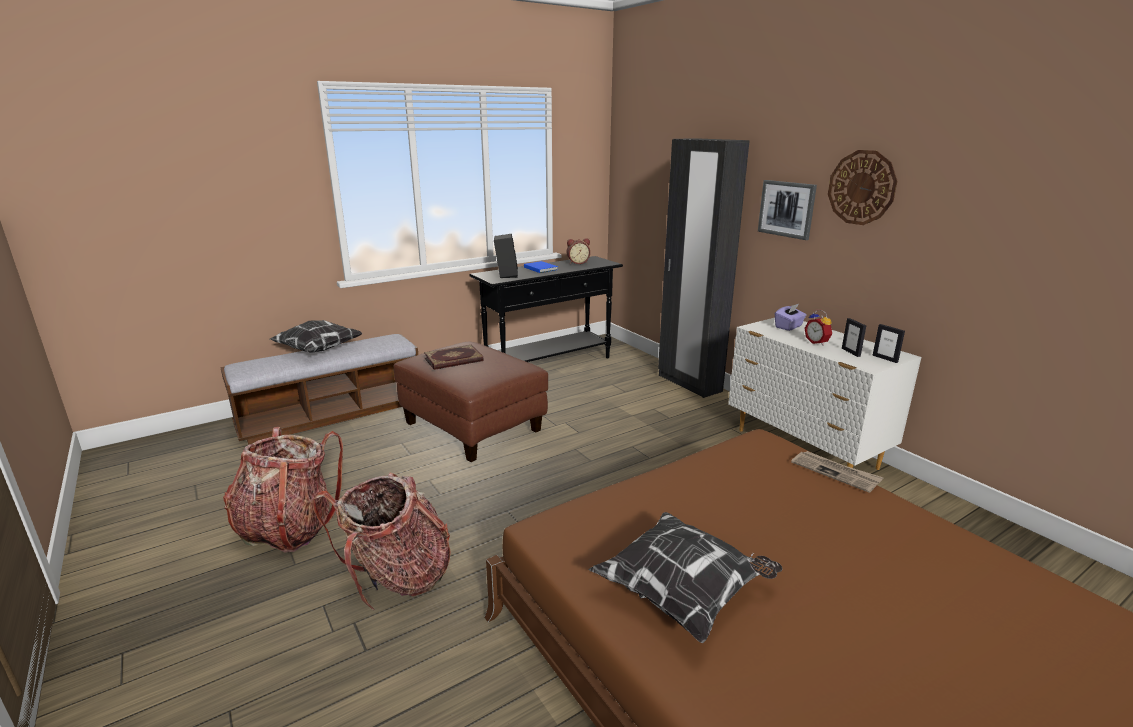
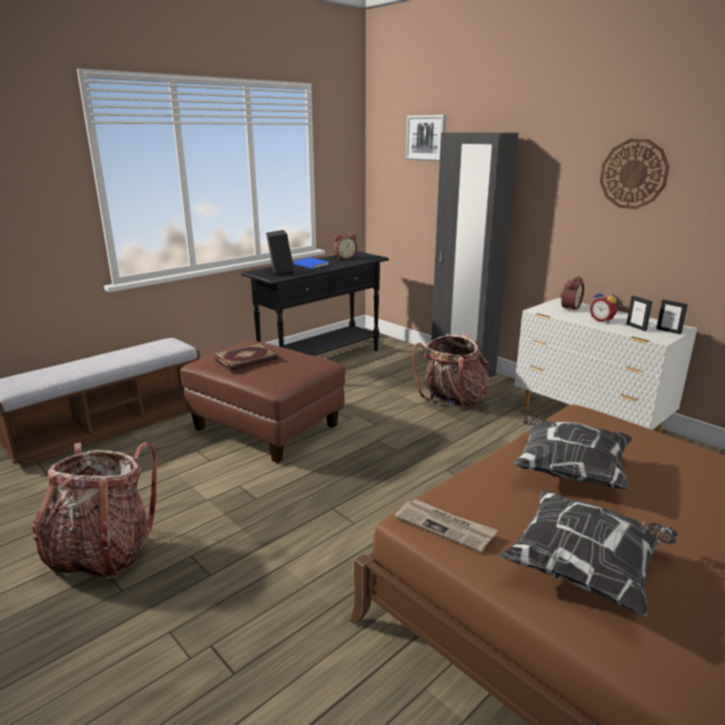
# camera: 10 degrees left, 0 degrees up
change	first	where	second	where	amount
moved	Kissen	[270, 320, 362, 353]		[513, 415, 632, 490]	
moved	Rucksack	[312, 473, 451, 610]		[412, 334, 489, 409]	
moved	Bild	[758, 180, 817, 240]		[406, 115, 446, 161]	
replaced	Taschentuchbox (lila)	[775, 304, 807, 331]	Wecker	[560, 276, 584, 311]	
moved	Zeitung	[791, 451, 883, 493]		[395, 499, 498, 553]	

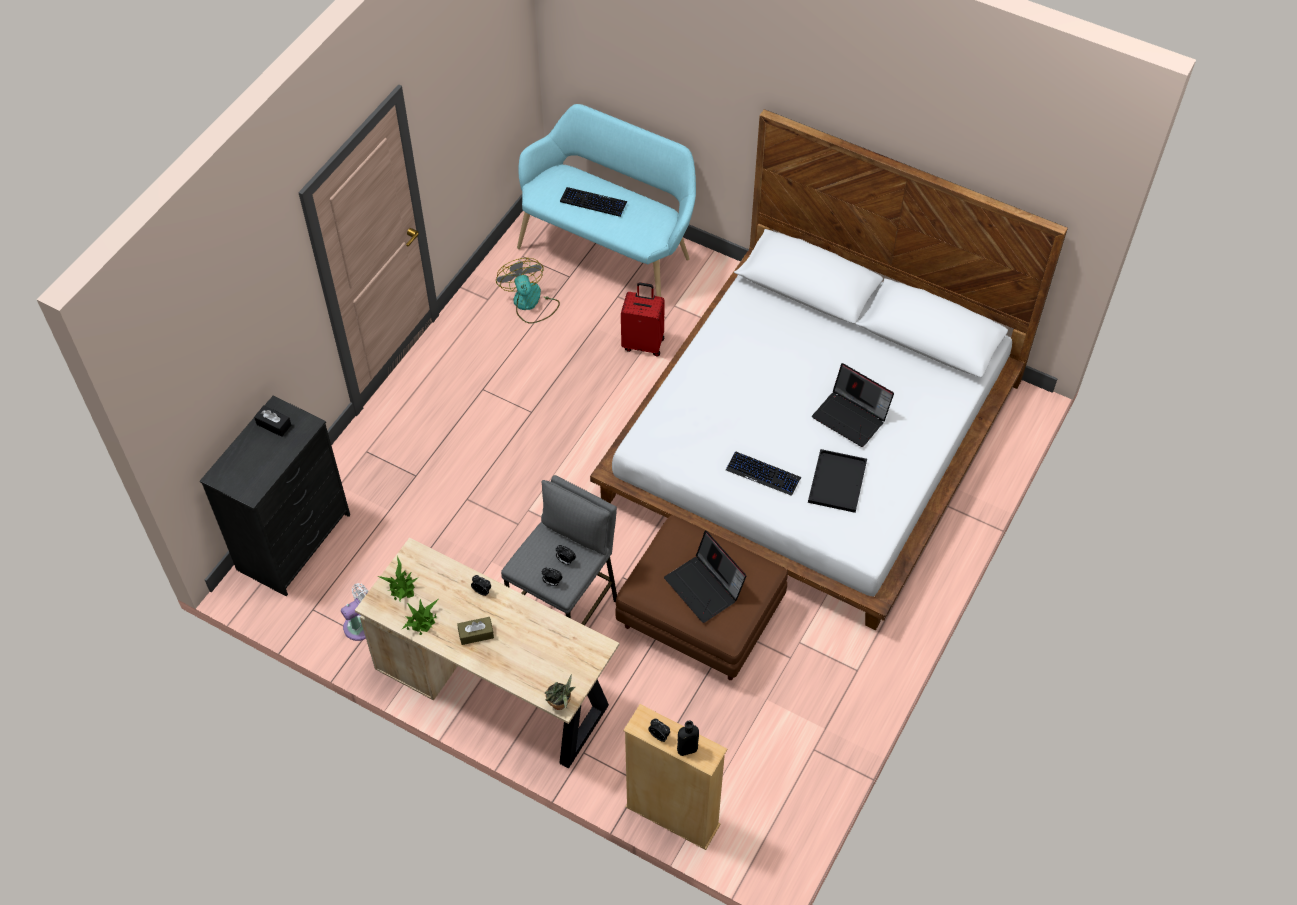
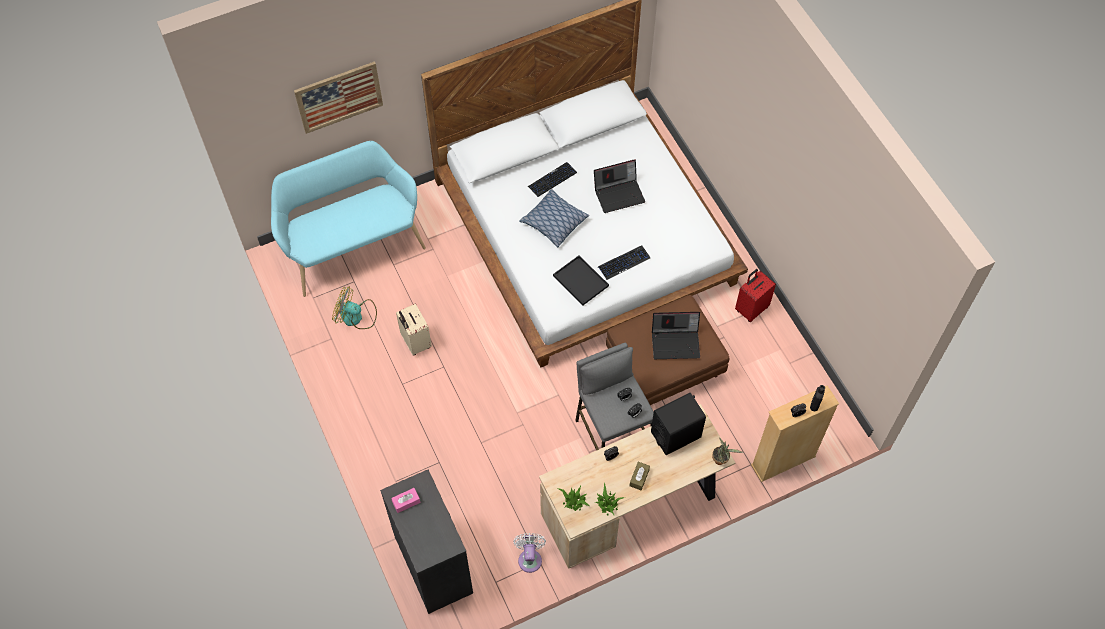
# camera: 55 degrees left, 5 degrees up
change	first	where	second	where	amount
recoloured	Taschentuchbox (schwarz)	[254, 406, 291, 437]	Taschentuchbox (rosa)	[391, 488, 420, 513]	
moved	Tastatur	[560, 187, 628, 217]		[528, 162, 577, 197]	
moved	Koffer (rot)	[621, 282, 665, 357]		[735, 269, 776, 322]	
moved	Tablett (schwarz)	[808, 449, 867, 513]		[553, 255, 609, 305]	
added			Bild	[294, 61, 383, 134]	
added			Koffer (beige)	[396, 304, 432, 356]	
added			Kissen	[519, 189, 589, 247]	
added			Lautsprecher (schwarz)	[651, 393, 706, 455]	

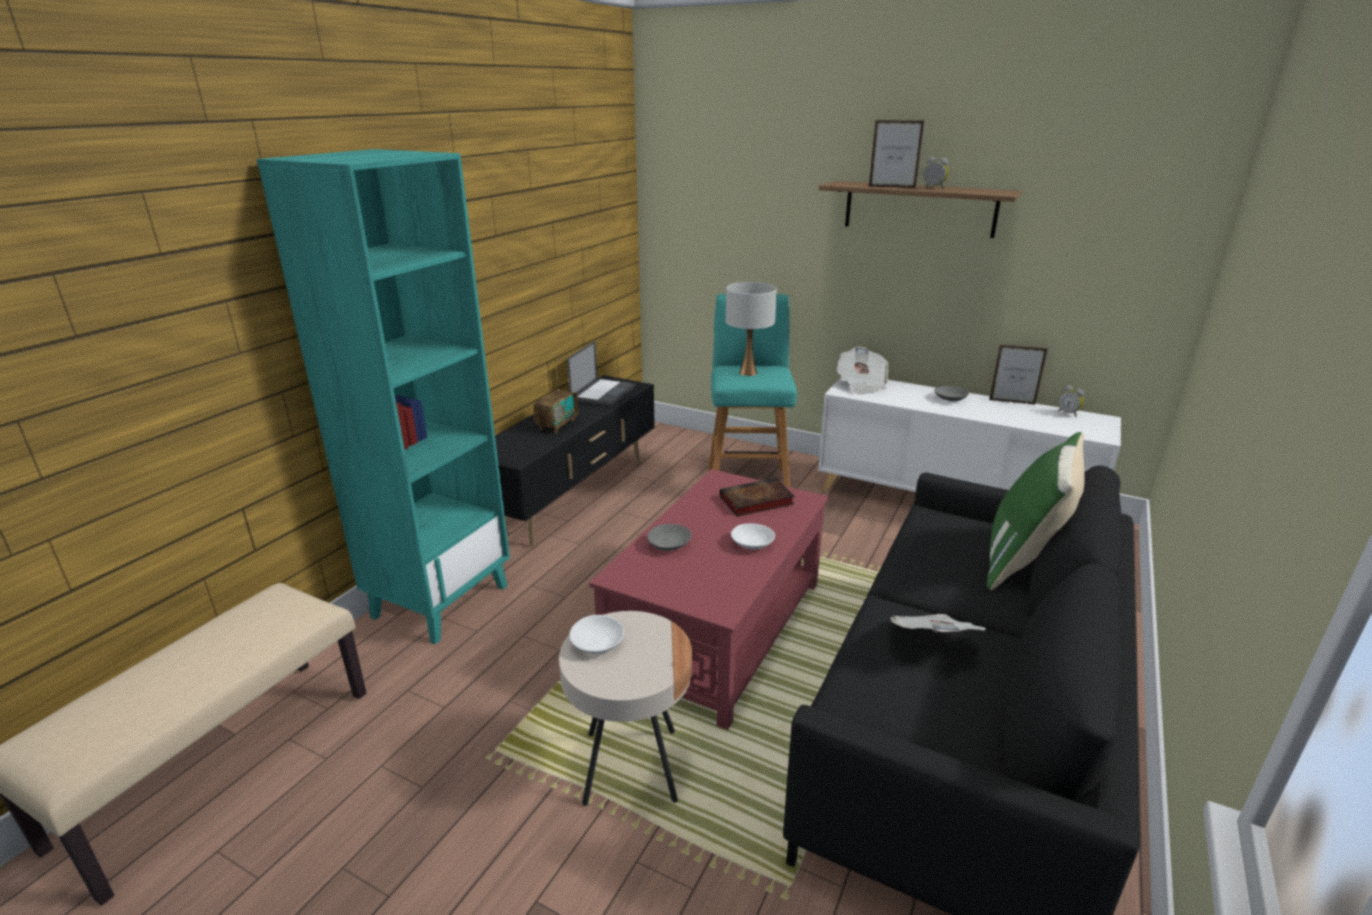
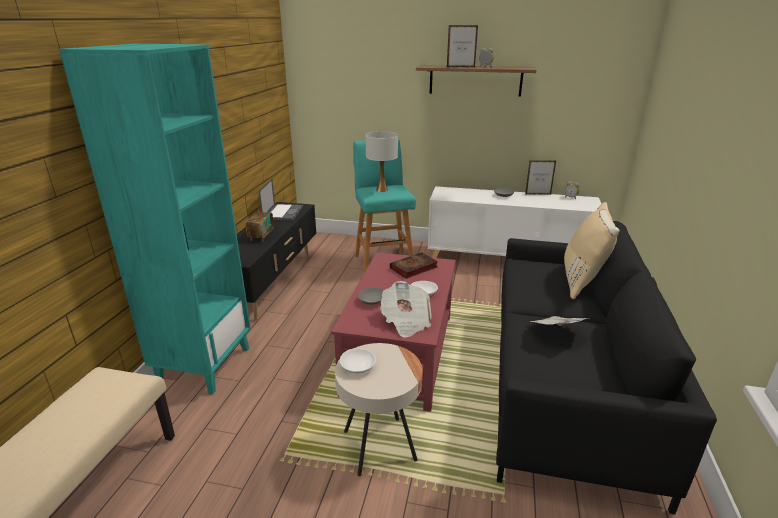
# camera: 15 degrees left, 0 degrees up
change	first	where	second	where	amount
moved	Zeitung	[836, 347, 889, 395]		[380, 281, 431, 338]	
recoloured	Kissen (grün)	[987, 432, 1084, 590]	Kissen (beige)	[564, 202, 620, 299]	

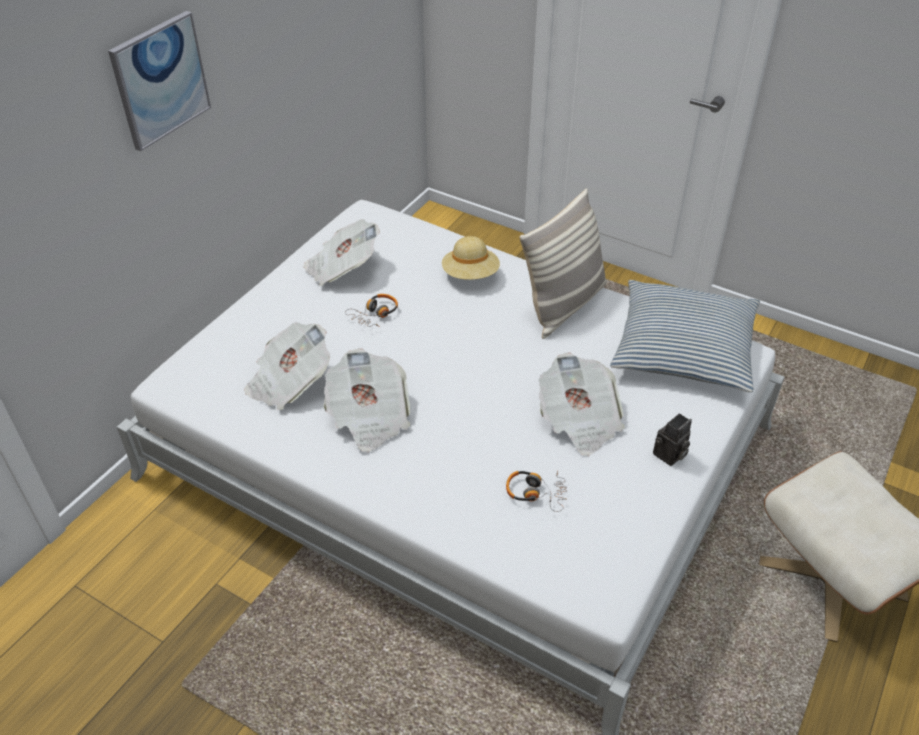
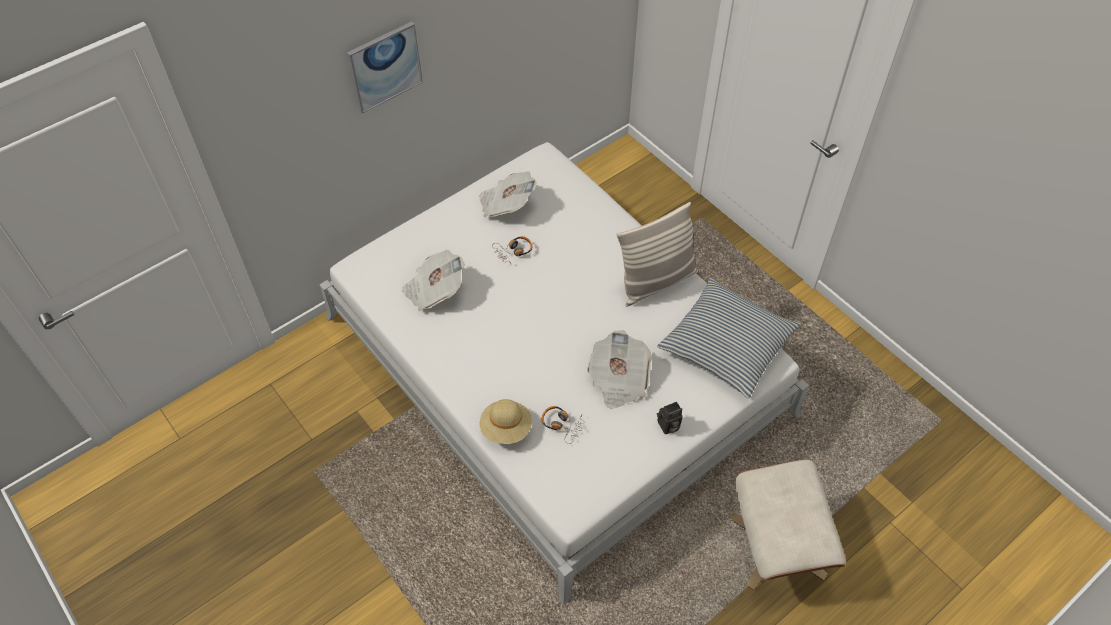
# camera: 20 degrees right, 10 degrees up
change	first	where	second	where	amount
removed	Zeitung	[323, 349, 410, 452]			
moved	Hut (beige)	[442, 236, 500, 280]		[480, 399, 532, 444]	

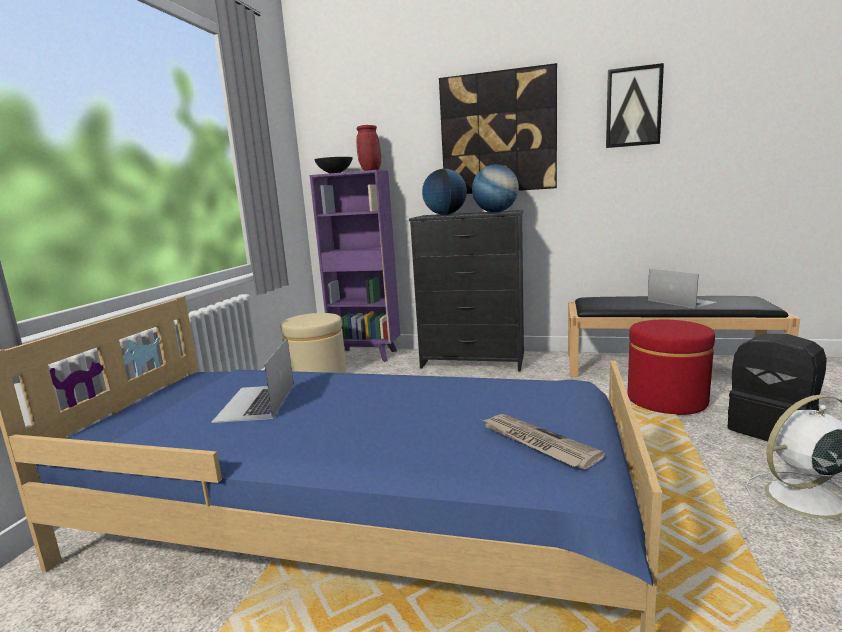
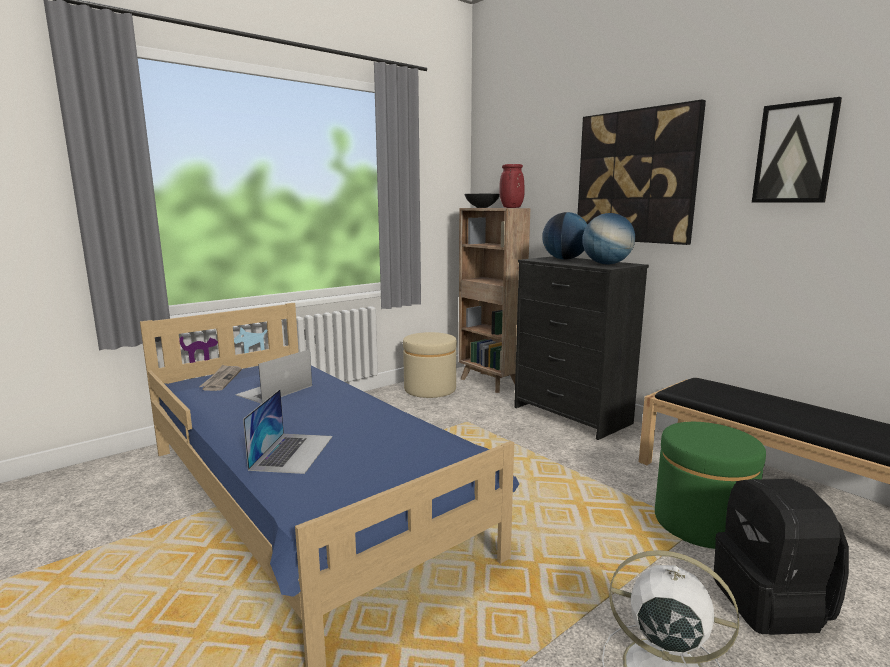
# camera: 35 degrees right, 0 degrees up
change	first	where	second	where	amount
recoloured	Bücherregal (lila)	[310, 170, 400, 362]	Bücherregal (braun)	[459, 208, 530, 393]	
moved	Zeitung	[483, 414, 605, 469]		[199, 365, 242, 391]	
recoloured	Polsterhocker (rot)	[628, 320, 715, 415]	Polsterhocker (grün)	[655, 422, 766, 549]	
moved	Laptop	[648, 269, 718, 309]		[243, 389, 333, 474]	

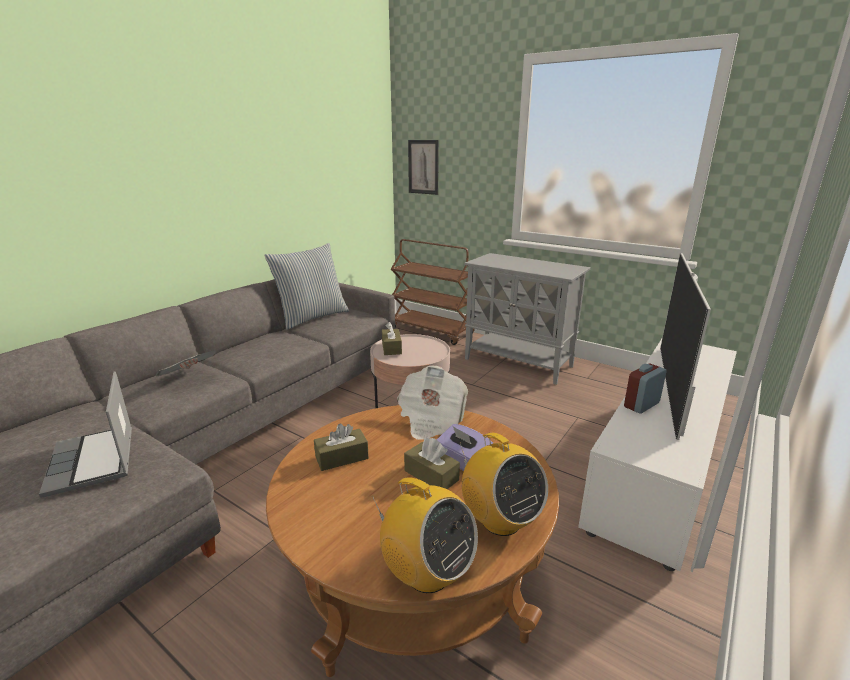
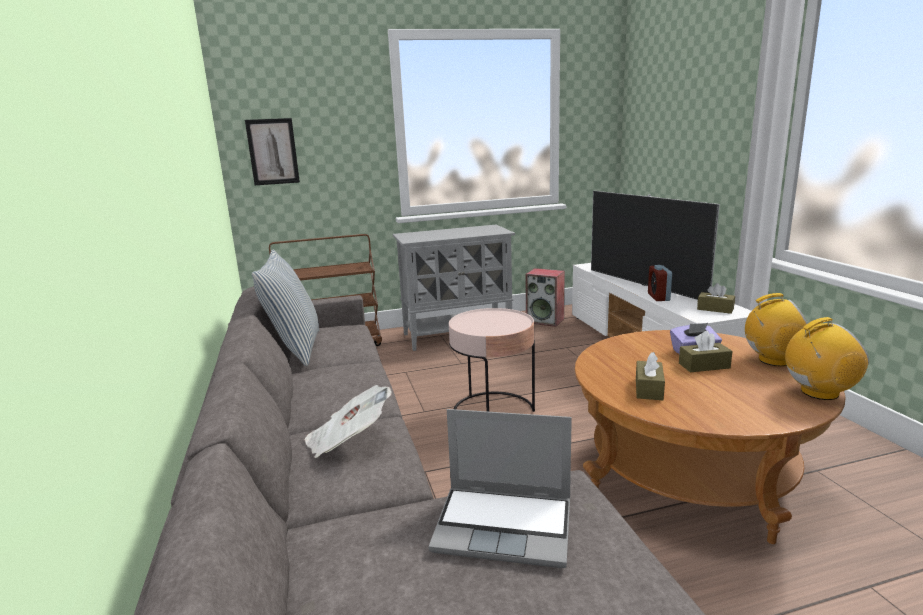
# camera: 50 degrees left, 5 degrees down
change	first	where	second	where	amount
moved	Taschentuchbox (braun)	[382, 322, 402, 355]		[697, 283, 735, 314]	
removed	Zeitung	[397, 365, 468, 440]			
added			Lautsprecher	[525, 268, 565, 327]	

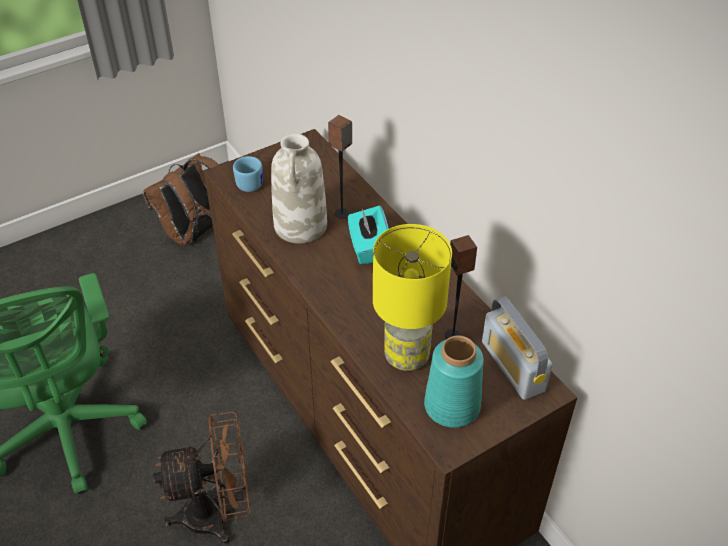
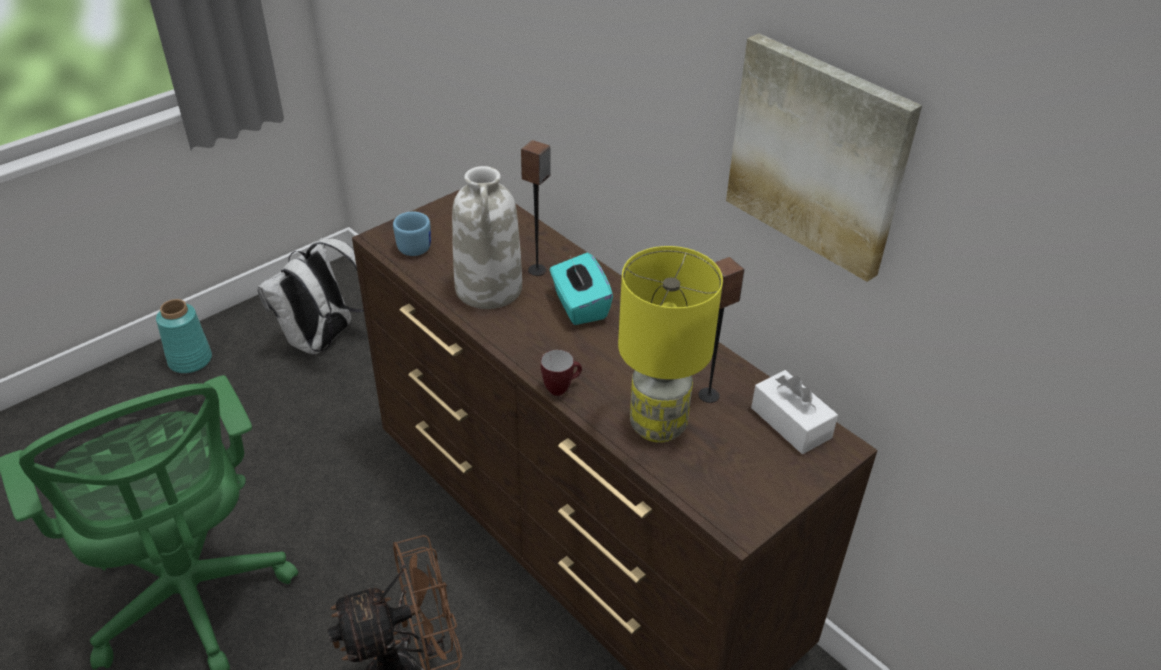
# camera: 10 degrees left, 5 degrees down
change	first	where	second	where	amount
recoloured	Rucksack (braun)	[142, 153, 219, 246]	Rucksack (weiß)	[257, 238, 364, 354]	
moved	Vase (türkis)	[424, 336, 484, 428]		[156, 299, 212, 373]	
replaced	Radio	[482, 296, 553, 400]	Taschentuchbox (weiß)	[751, 370, 838, 454]	
added			Henkelbecher	[541, 350, 582, 396]	
added			Bild	[726, 33, 922, 282]	

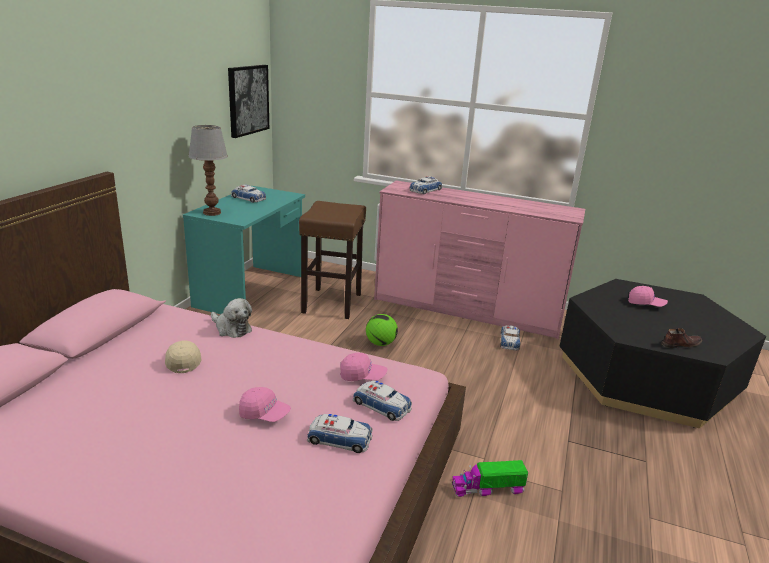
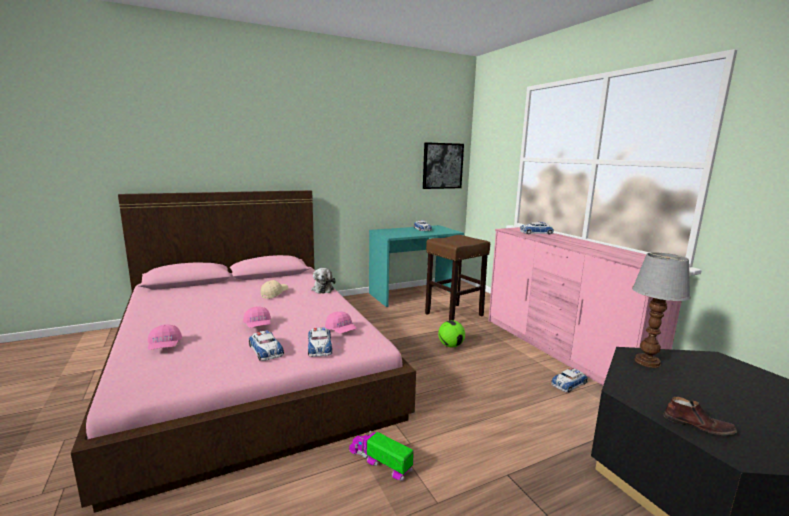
# camera: 45 degrees right, 10 degrees down
change	first	where	second	where	amount
moved	Tischlampe	[188, 125, 228, 216]		[632, 253, 691, 368]	
moved	Kappe (rosa)	[628, 286, 668, 307]		[148, 324, 182, 350]	

